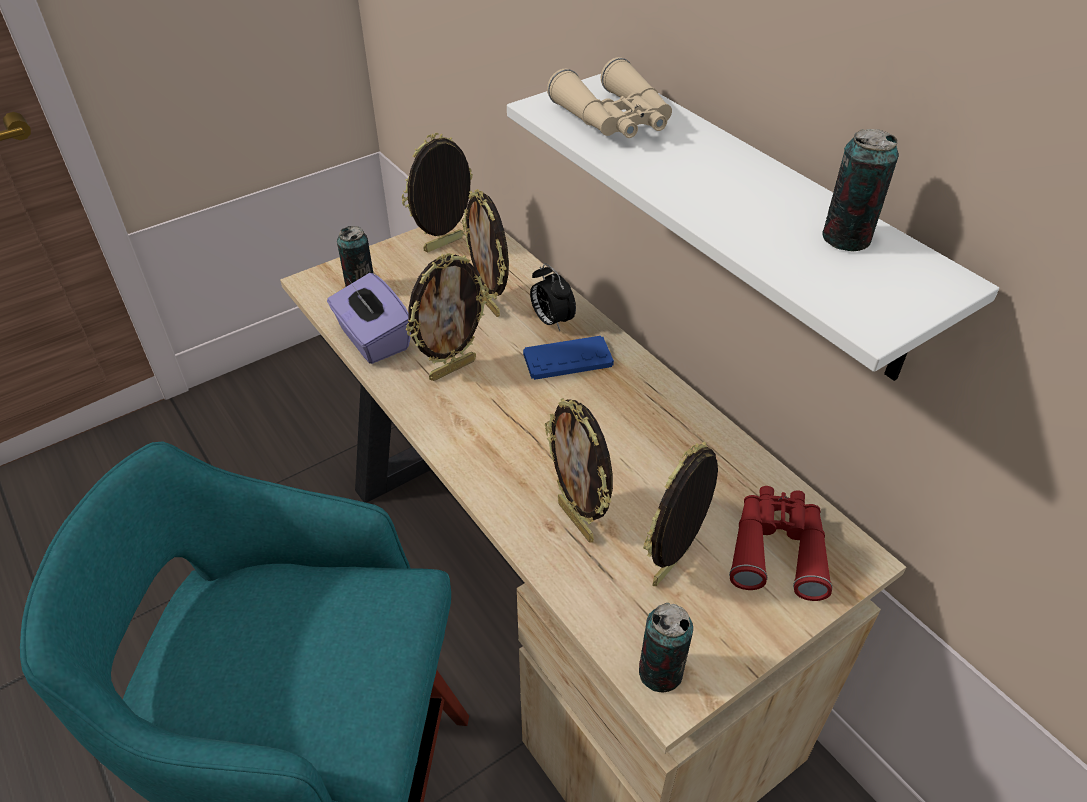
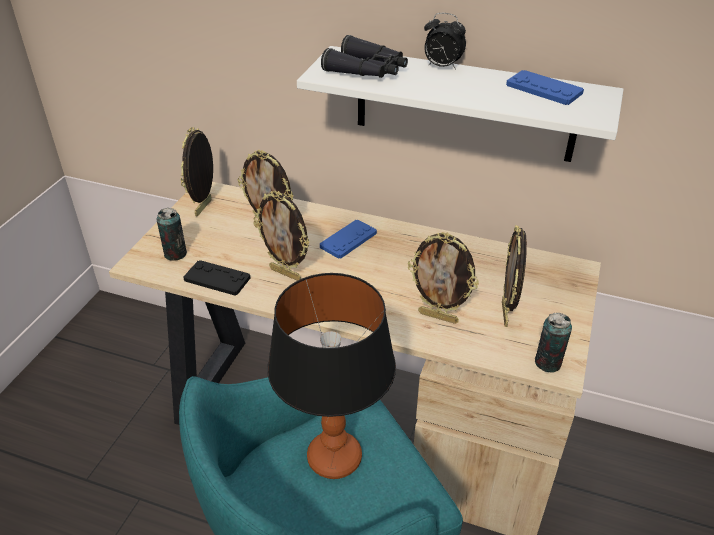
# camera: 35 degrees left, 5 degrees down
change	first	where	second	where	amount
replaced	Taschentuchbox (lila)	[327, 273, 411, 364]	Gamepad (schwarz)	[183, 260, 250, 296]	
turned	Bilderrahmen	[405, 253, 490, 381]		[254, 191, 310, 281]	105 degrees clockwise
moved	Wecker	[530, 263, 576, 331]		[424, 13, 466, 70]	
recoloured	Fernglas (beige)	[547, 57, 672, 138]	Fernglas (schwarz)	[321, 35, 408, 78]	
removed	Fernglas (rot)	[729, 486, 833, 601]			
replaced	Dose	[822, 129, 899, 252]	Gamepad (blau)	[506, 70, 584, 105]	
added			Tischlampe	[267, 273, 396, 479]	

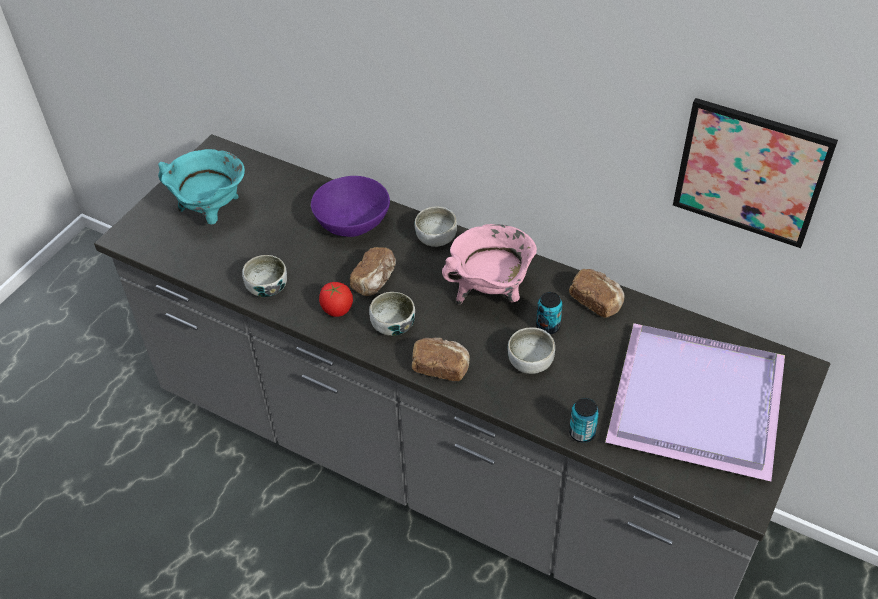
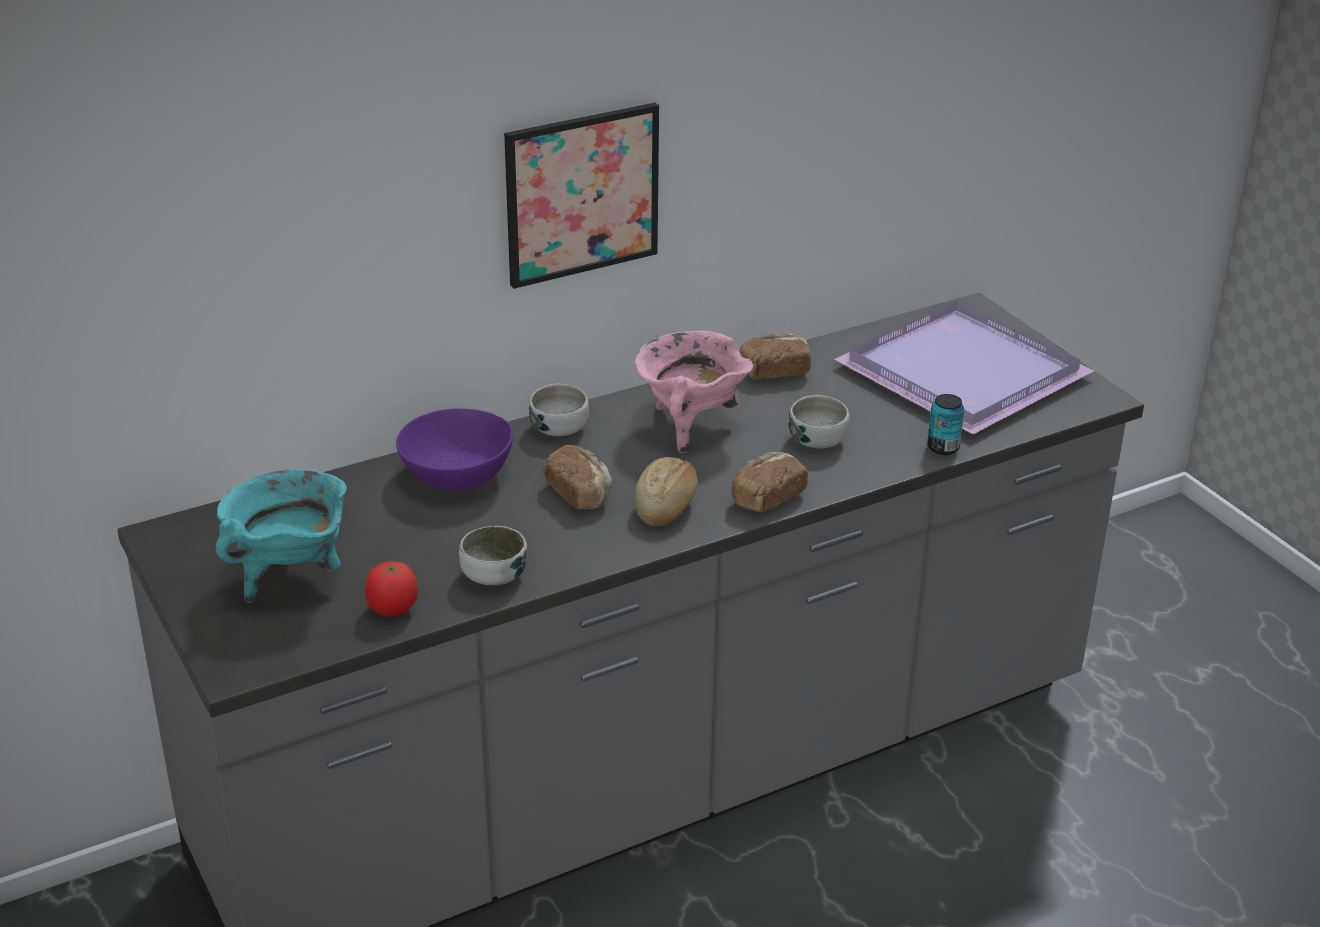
# camera: 60 degrees left, 15 degrees down
change	first	where	second	where	amount
moved	Tomate	[319, 282, 353, 317]		[365, 561, 418, 616]	
replaced	Schüssel	[369, 292, 415, 336]	Brot	[635, 457, 698, 526]	
removed	Dose	[536, 292, 563, 334]			
moved	Bild	[673, 98, 838, 248]		[504, 103, 659, 289]	

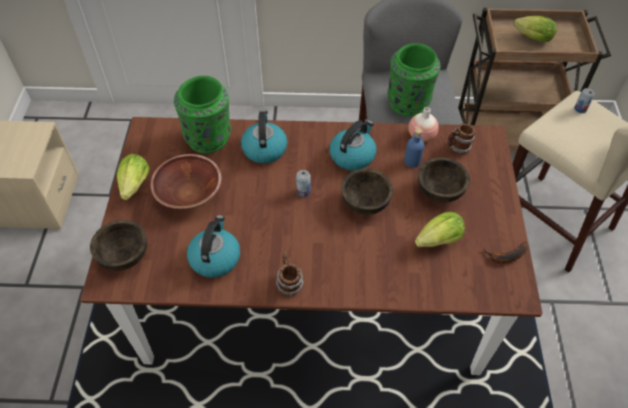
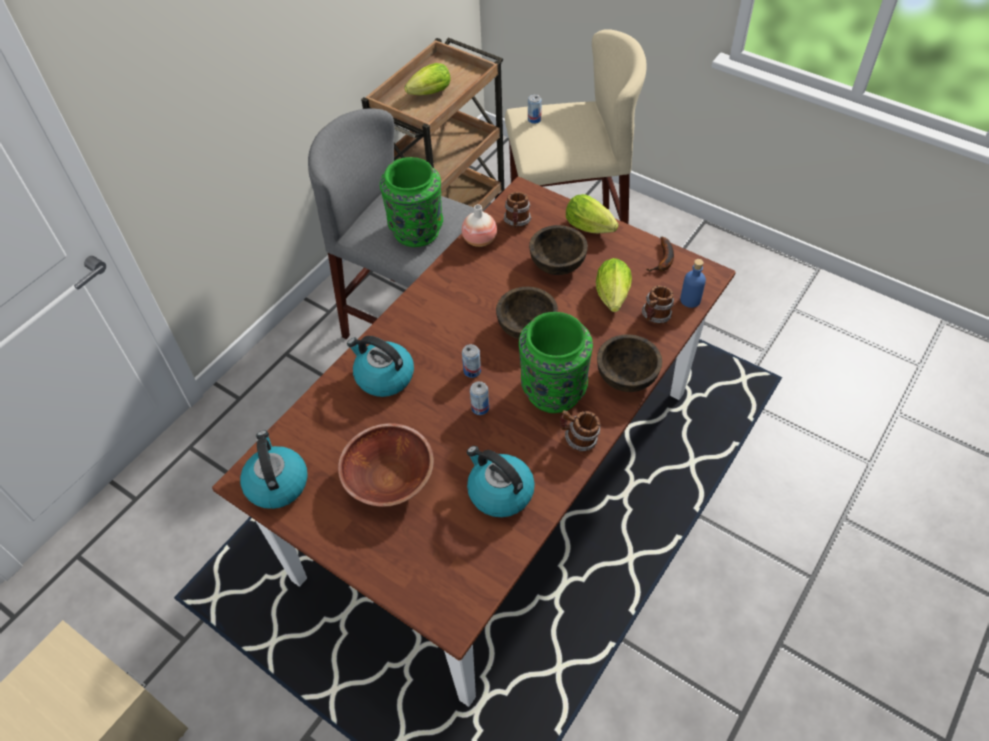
# camera: 55 degrees left, 0 degrees up
change	first	where	second	where	amount
moved	Schüssel (braun)	[90, 220, 147, 271]		[597, 334, 662, 392]	
moved	Salatkopf	[117, 154, 150, 200]		[566, 194, 619, 234]	
moved	Vase (grün)	[174, 76, 231, 153]		[519, 312, 593, 413]	
moved	Wasserkessel	[330, 120, 376, 171]		[240, 431, 308, 509]	
moved	Flasche (blau)	[404, 128, 424, 168]		[680, 259, 706, 308]	
added			Dose	[470, 381, 489, 415]	
added			Henkelbecher	[642, 285, 674, 325]	

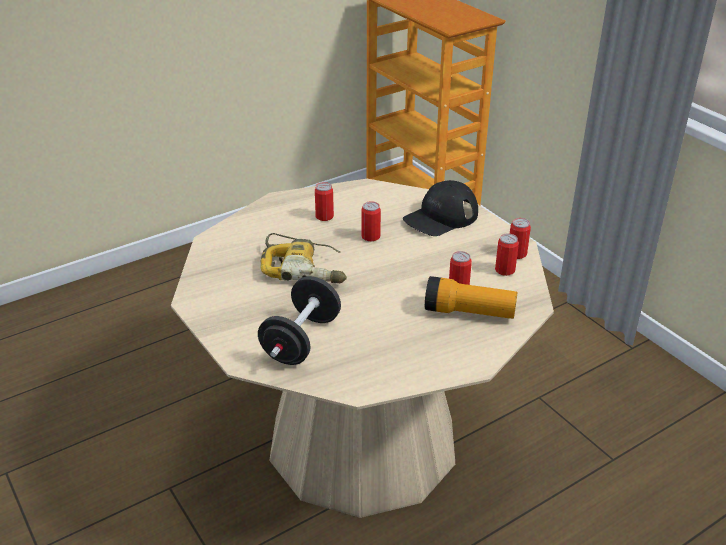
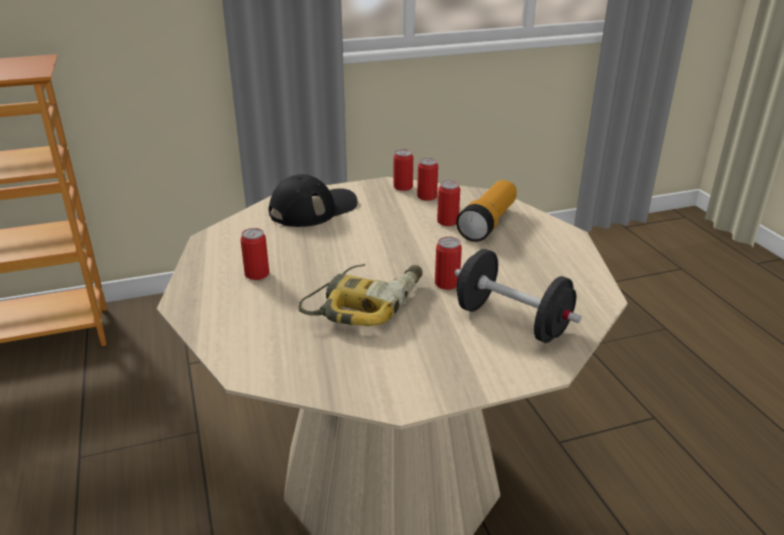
# camera: 75 degrees left, 5 degrees down
change	first	where	second	where	amount
moved	Dose	[361, 201, 381, 241]		[435, 237, 462, 290]	
turned	Kappe (schwarz)	[403, 180, 478, 236]		[269, 174, 358, 227]	105 degrees counterclockwise

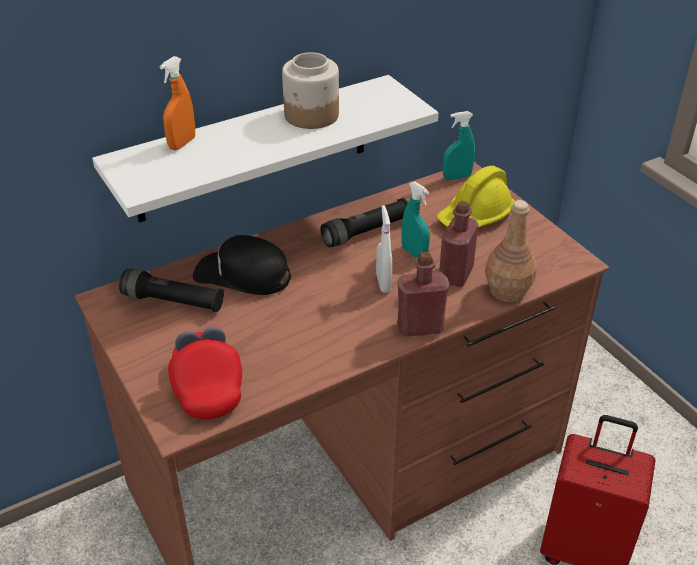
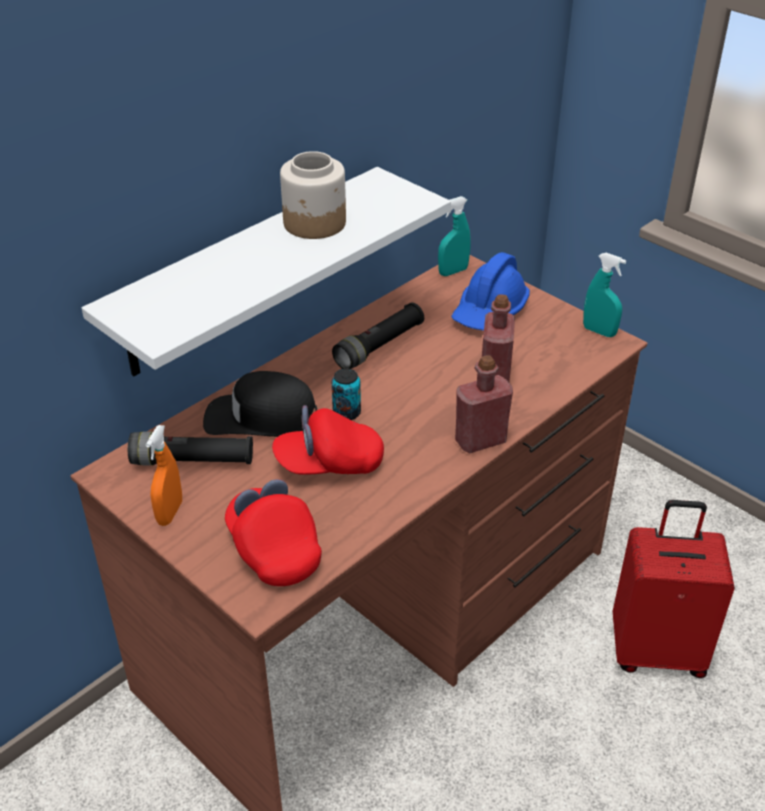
# camera: 15 degrees left, 0 degrees up
change	first	where	second	where	amount
moved	Sprühflasche (orange)	[159, 56, 195, 150]		[146, 425, 182, 526]	
removed	Sprühflasche (weiß)	[376, 205, 392, 293]			
moved	Sprühflasche (türkis)	[402, 182, 430, 258]		[583, 253, 626, 337]	
recoloured	Schutzhelm (gelb)	[437, 166, 515, 228]	Schutzhelm (blau)	[451, 252, 530, 331]	
removed	Flasche (braun)	[485, 200, 537, 302]			
added			Kappe (rot)	[272, 405, 384, 475]	
added			Dose	[332, 368, 361, 420]	

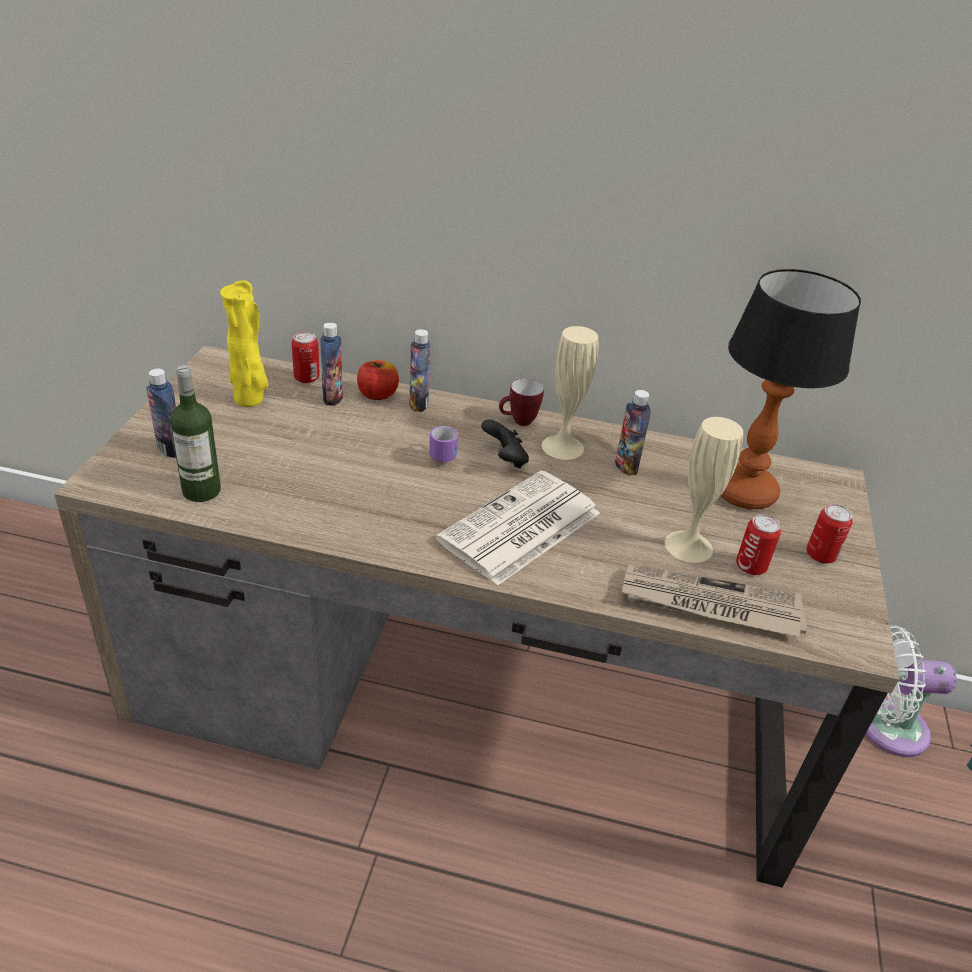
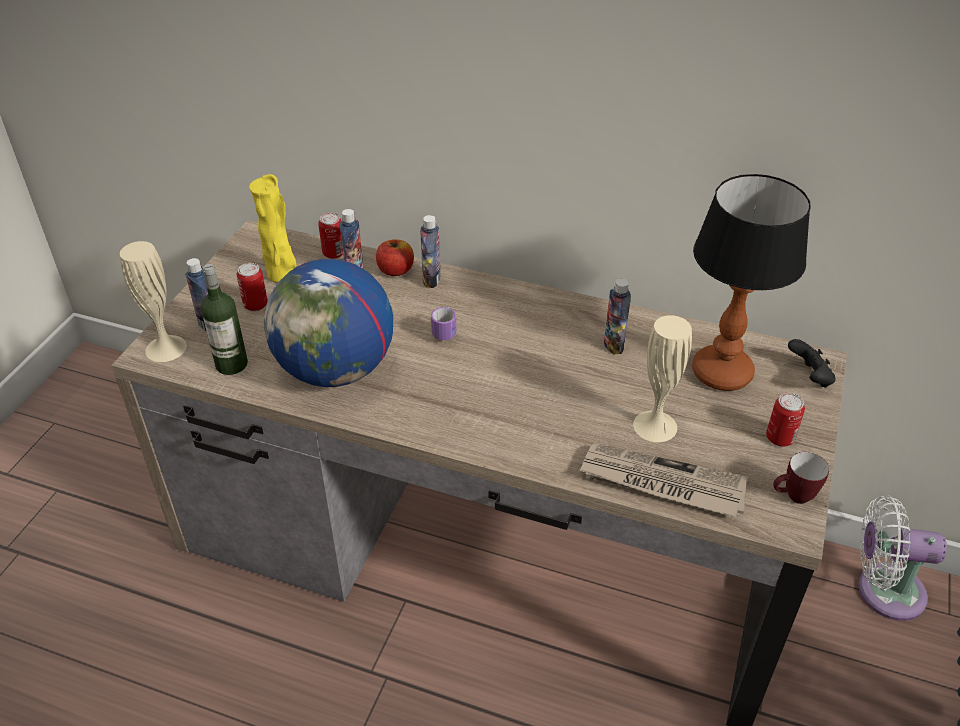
# camera: 10 degrees right, 5 degrees up
change	first	where	second	where	amount
removed	Zeitung	[436, 470, 600, 586]			
moved	Gamepad (schwarz)	[481, 419, 529, 469]		[788, 339, 836, 388]	
moved	Henkelbecher	[499, 378, 544, 426]		[773, 452, 829, 504]	
moved	Vase (beige)	[542, 326, 598, 460]		[120, 241, 187, 362]	
moved	Dose	[736, 514, 781, 575]		[237, 263, 268, 311]	
added			Globus	[264, 259, 393, 387]	

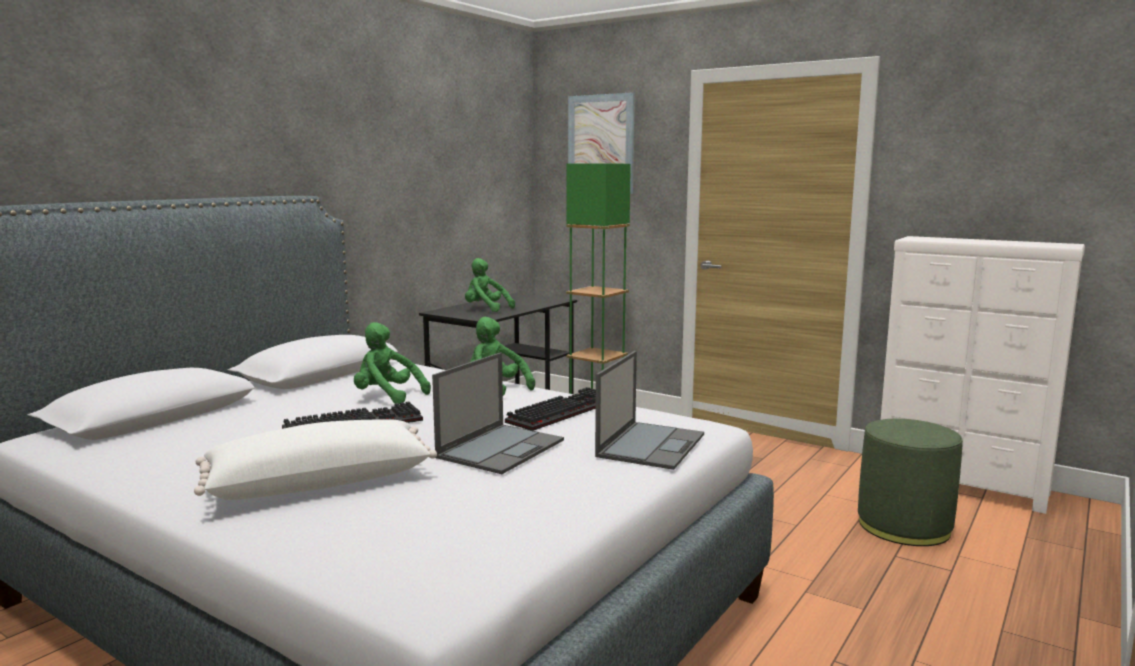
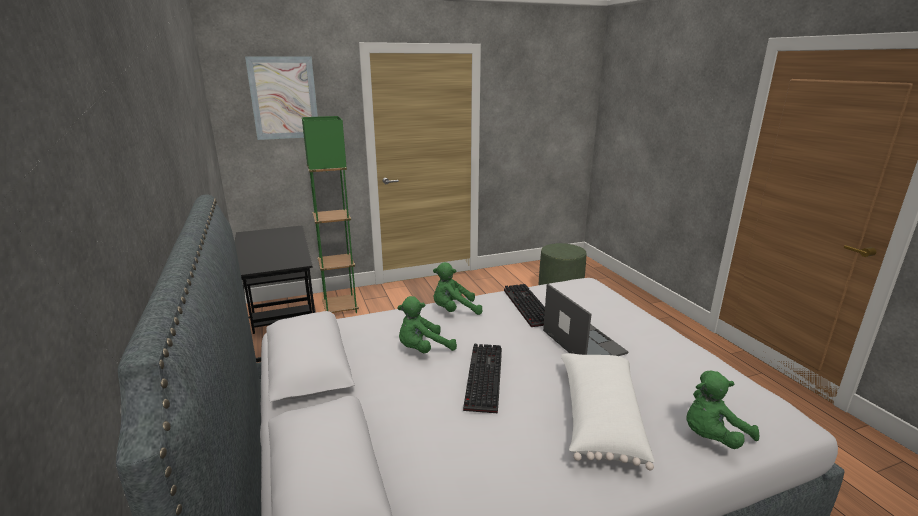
# camera: 55 degrees left, 10 degrees up
change	first	where	second	where	amount
moved	Plüschtier (grün)	[465, 258, 515, 312]		[686, 371, 759, 449]	
removed	Laptop	[595, 351, 704, 470]			
removed	Kommode (weiß)	[881, 236, 1085, 514]			

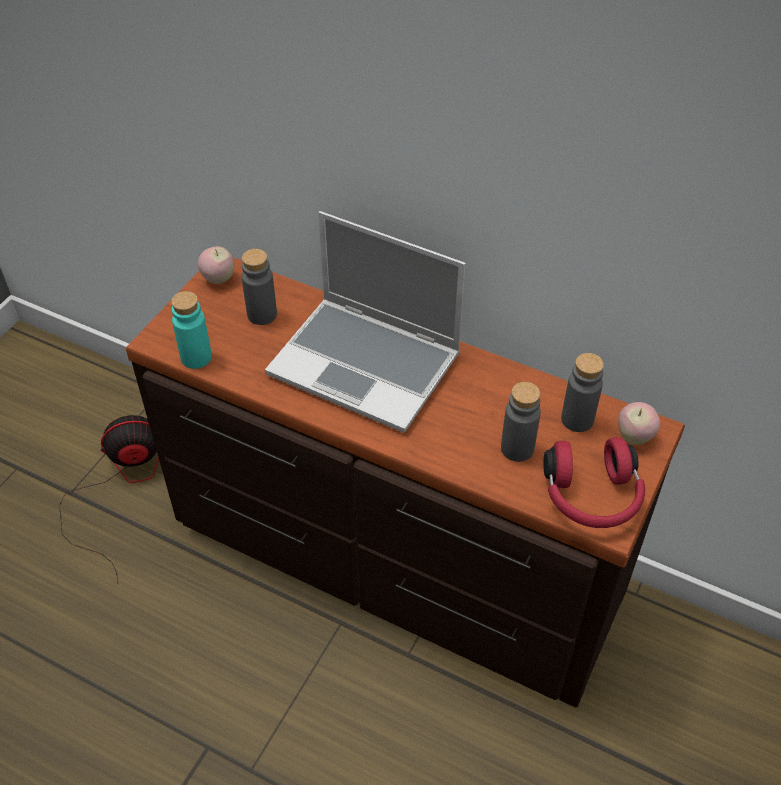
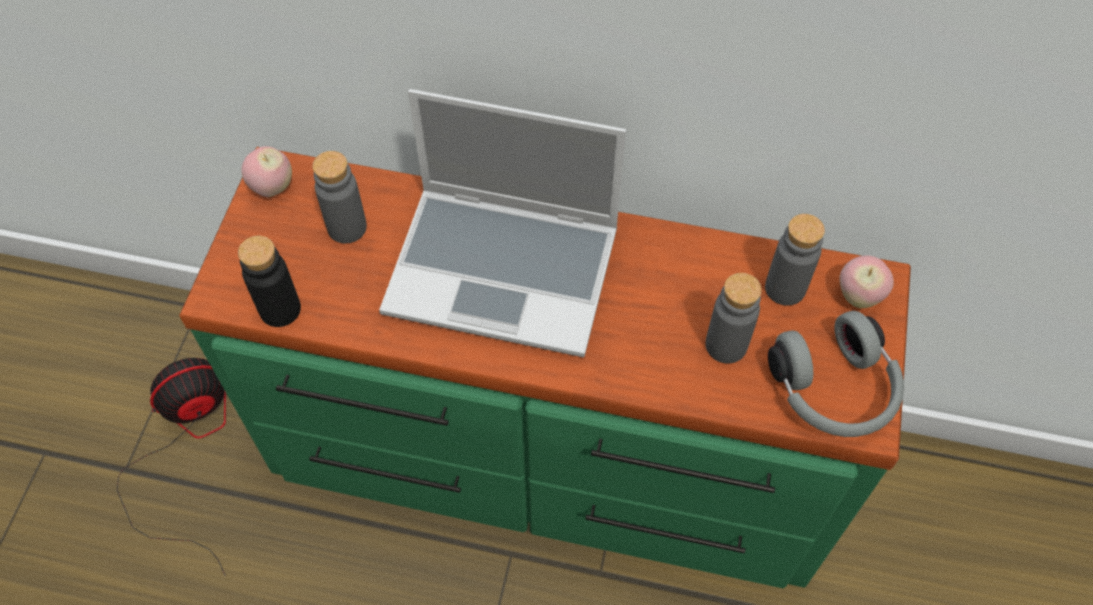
# camera: 15 degrees left, 10 degrees up
change	first	where	second	where	amount
recoloured	Kommode (braun)	[126, 258, 685, 708]	Kommode (grün)	[179, 147, 911, 588]	
recoloured	Flasche (türkis)	[171, 291, 212, 369]	Flasche (schwarz)	[238, 236, 301, 327]	
recoloured	Kopfhörer (rot)	[543, 437, 645, 528]	Kopfhörer (grau)	[768, 311, 904, 437]	

